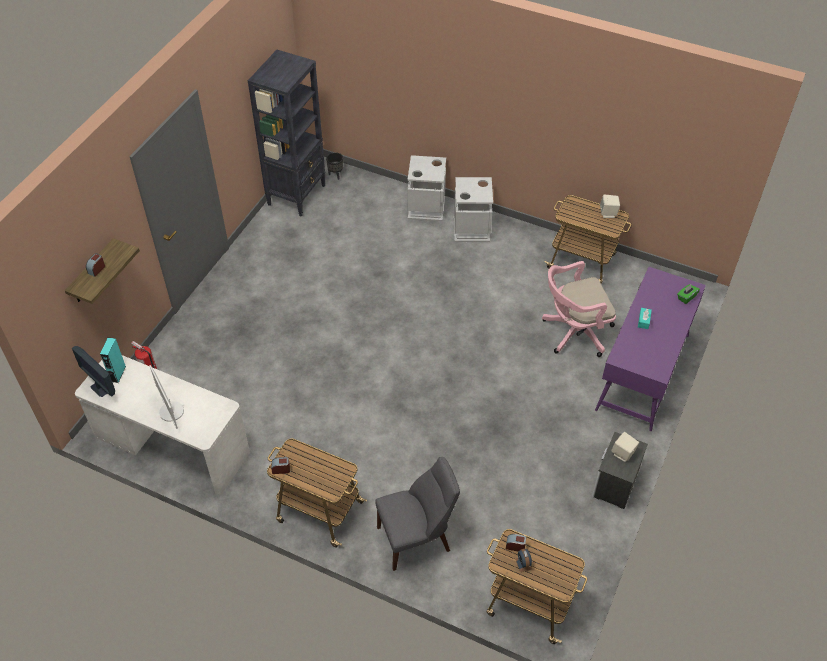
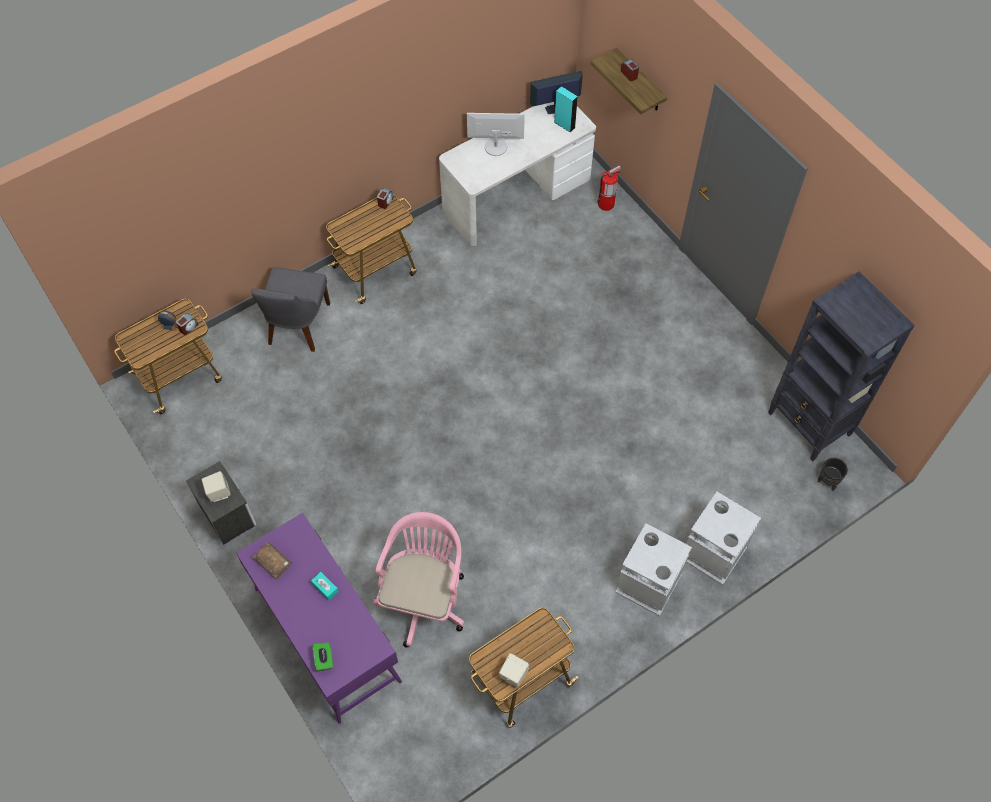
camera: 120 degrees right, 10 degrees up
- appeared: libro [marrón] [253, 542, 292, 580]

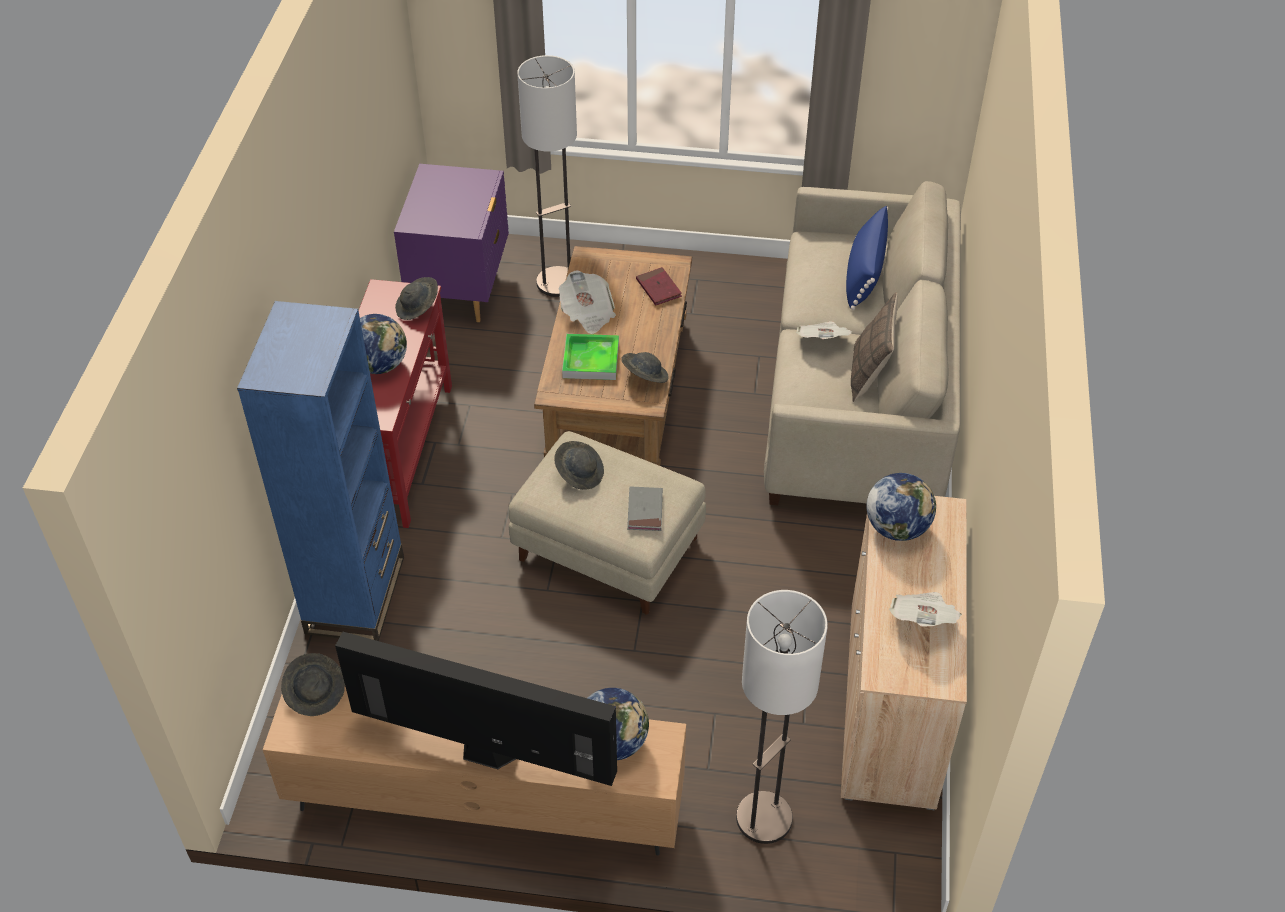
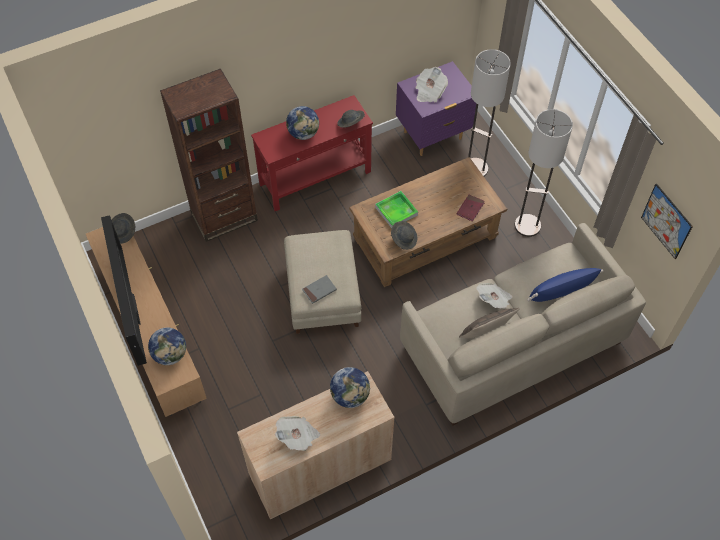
camera: 55 degrees right, 10 degrees up
- colour: estantería [azul] [237, 301, 404, 641] to estantería [marrón] [160, 69, 258, 242]
- missing: sombrero [gris] [554, 441, 604, 490]
- relocated: periódico [559, 270, 616, 334] to [416, 67, 448, 102]
- relocated: lámpara de pie [736, 590, 828, 844] to [515, 109, 573, 237]
- appeared: cuadro [641, 183, 693, 259]

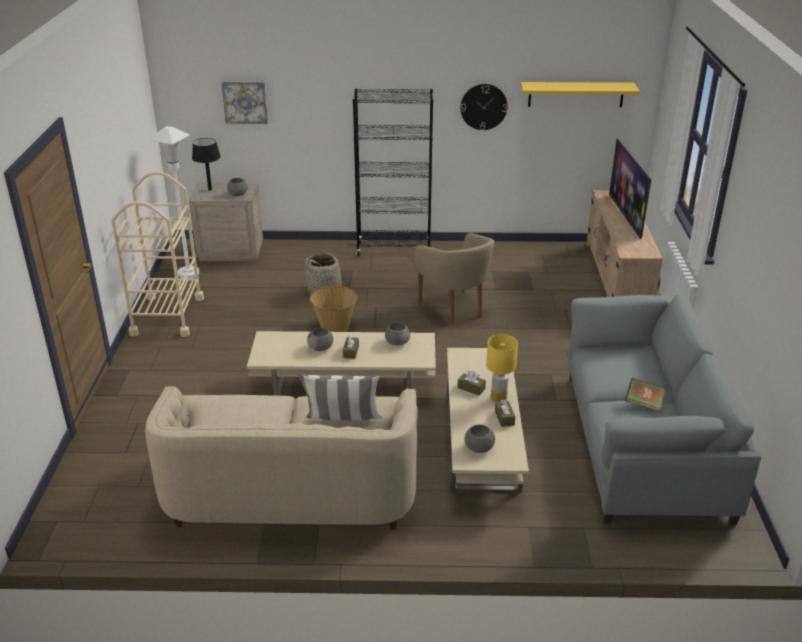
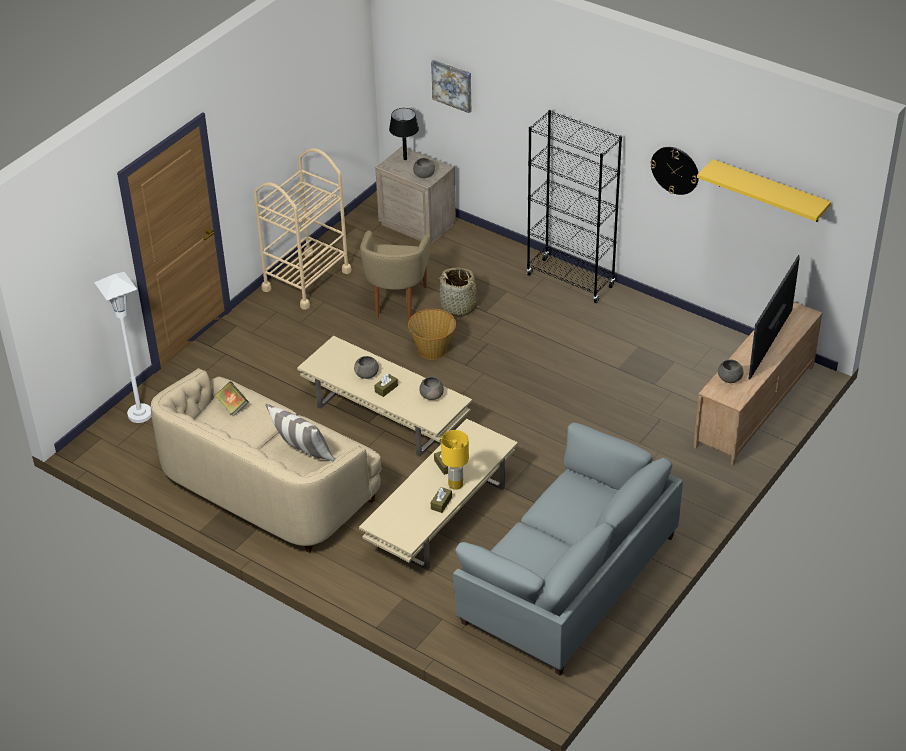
camera: 35 degrees right, 10 degrees up
- relocated: lámpara de pie [blanco] [149, 126, 199, 278] to [94, 272, 151, 423]
- relocated: sillón [beis] [414, 233, 494, 325] to [360, 230, 431, 319]
- relocated: cuenco [gris] [464, 424, 495, 453] to [718, 360, 744, 383]
- relocated: libro [625, 378, 666, 412] to [215, 381, 249, 417]

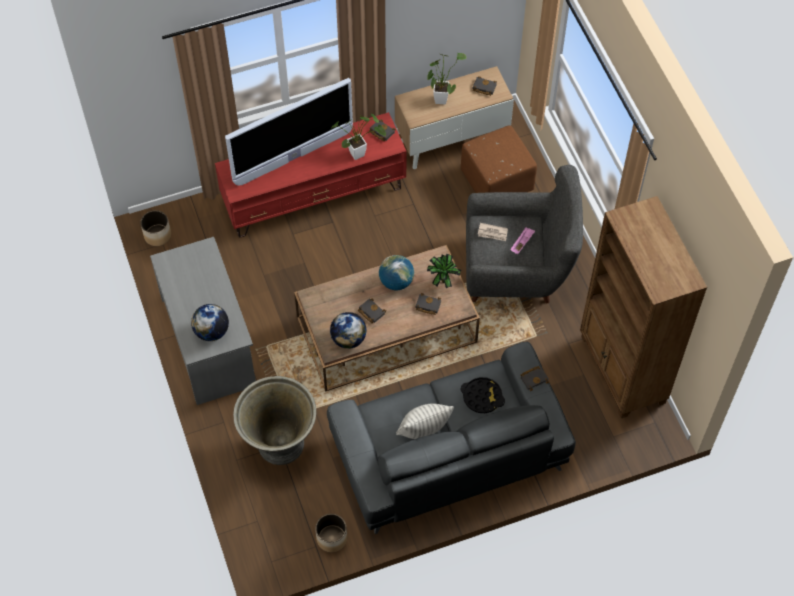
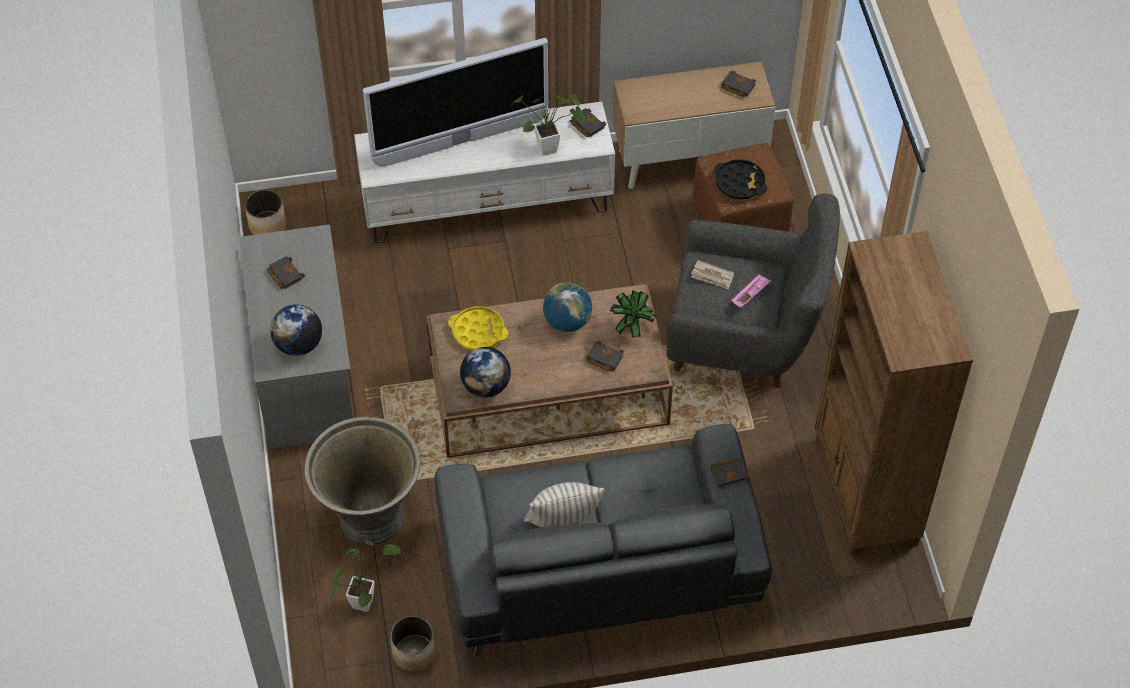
camera: 10 degrees right, 5 degrees down
- colour: mueble de televisión [rojo] [215, 112, 407, 238] to mueble de televisión [blanco] [354, 102, 615, 243]
- relocated: libro [negro] [358, 298, 386, 323] to [266, 256, 305, 289]
- relocated: planta en maceta [427, 53, 466, 104] to [332, 539, 401, 612]
- relocated: bandeja [negro] [461, 377, 505, 413] to [714, 159, 767, 200]
- appeared: bandeja [amarillo] [448, 306, 508, 350]

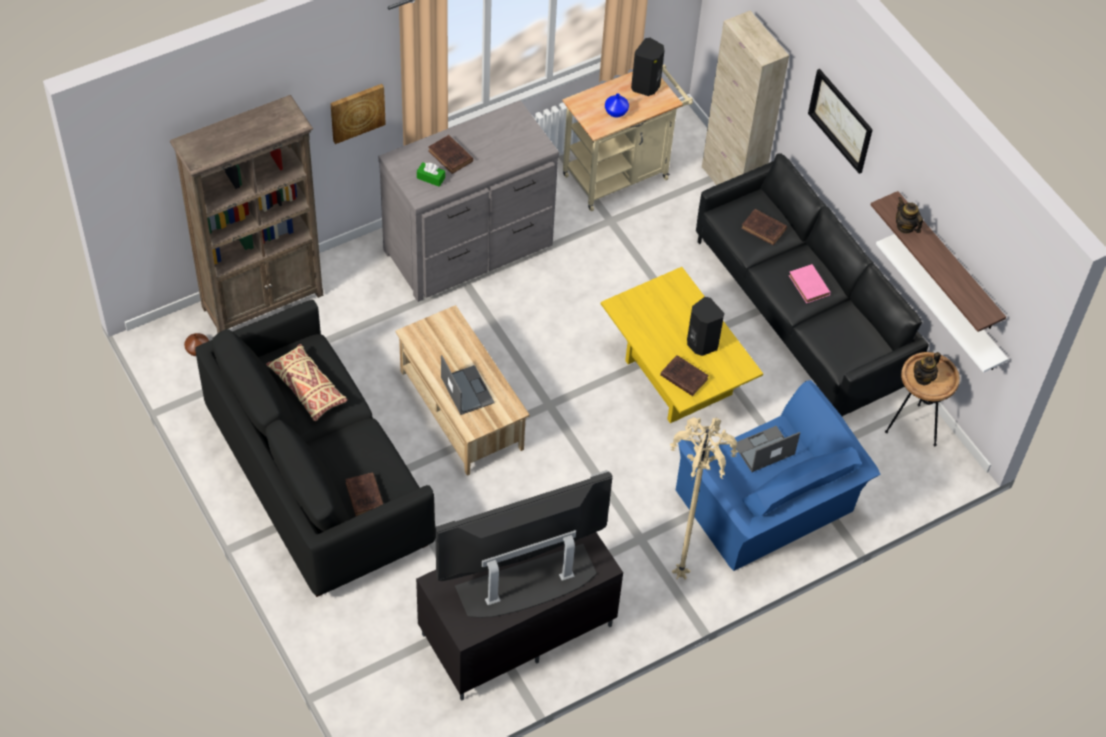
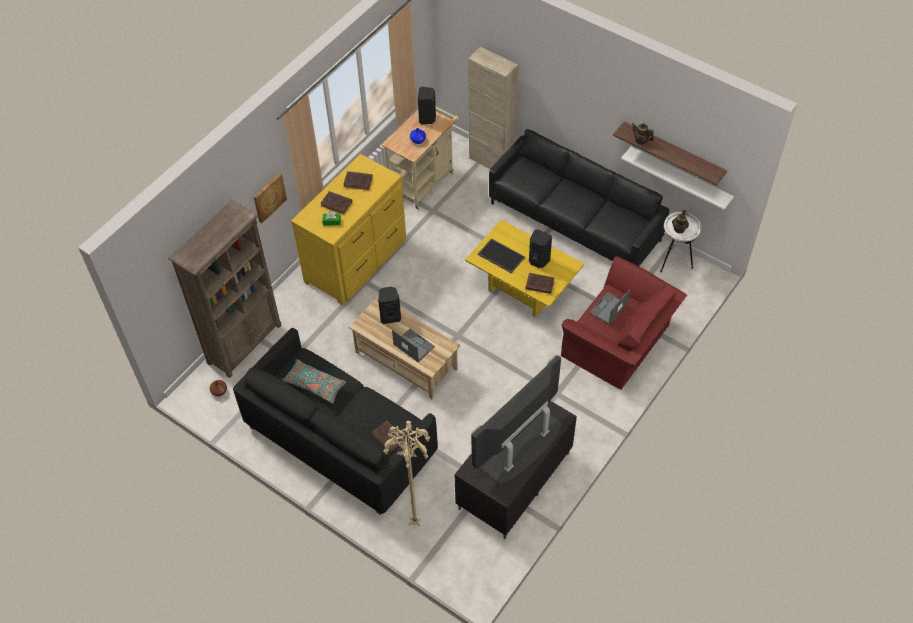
camera: 20 degrees left, 0 degrees up
- colour: cojín [beis] [266, 344, 347, 421] to cojín [turquesa] [282, 359, 346, 404]
- colour: cómoda [gris] [378, 100, 559, 302] to cómoda [amarillo] [291, 154, 406, 306]
- relocated: lámpara de pie [beis] [670, 417, 738, 580] to [384, 421, 430, 528]
- colour: sillón [azul] [676, 380, 881, 571] to sillón [rojo] [561, 256, 687, 389]
- relocated: libro [marrón] [741, 209, 787, 245] to [344, 171, 373, 190]
- missing: libro [rosa] [789, 264, 831, 303]
- missing: cuadro [808, 69, 873, 174]
- colour: mesa auxiliar [marrón] [885, 352, 960, 446] to mesa auxiliar [blanco] [660, 212, 702, 272]
- appeared: altavoz [negro] [378, 287, 401, 324]
- appeared: bandeja [478, 238, 525, 273]

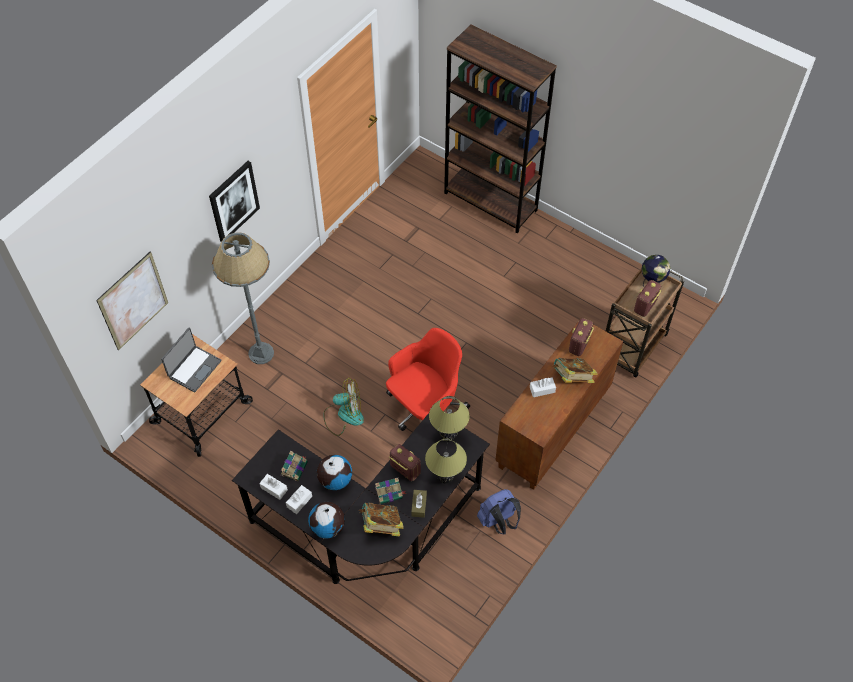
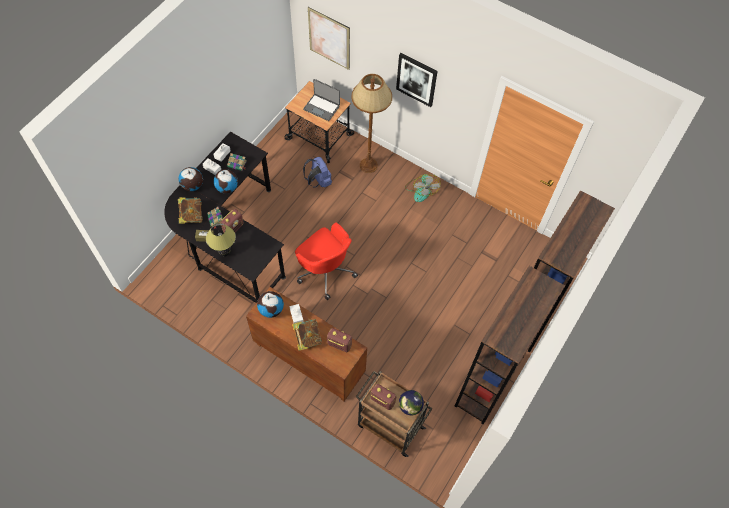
camera: 85 degrees right, 5 degrees up
- colour: lámpara de pie [gris] [212, 232, 274, 364] to lámpara de pie [marrón] [351, 74, 392, 173]
- relocated: ventilador [323, 378, 364, 436] to [405, 174, 441, 202]
- missing: lámpara de mesa [429, 396, 470, 442]
- relocated: mochila [azul] [477, 489, 521, 534] to [303, 157, 332, 188]
- appeared: globo terráqueo [257, 291, 284, 318]
- appeared: estantería [marrón] [455, 266, 565, 424]

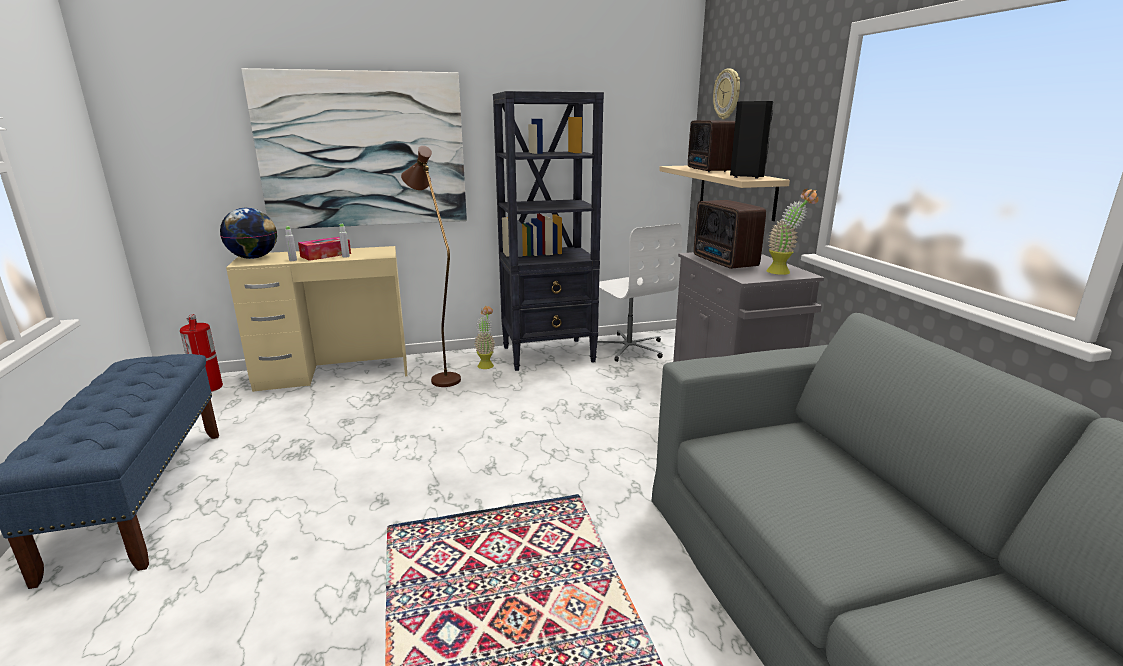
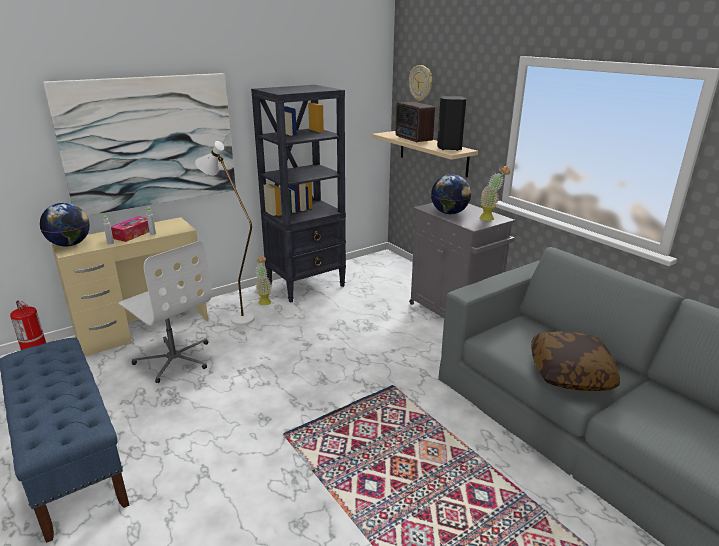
camera: 20 degrees left, 5 degrees up
- colour: lámpara de pie [marrón] [401, 146, 461, 387] to lámpara de pie [blanco] [195, 141, 254, 326]
- relocated: silla de oficina [blanco] [597, 223, 682, 362] to [118, 241, 212, 383]
- exchanged: radio [694, 200, 766, 269] to globo terráqueo [431, 174, 471, 214]
- appeared: cojín [531, 331, 621, 391]

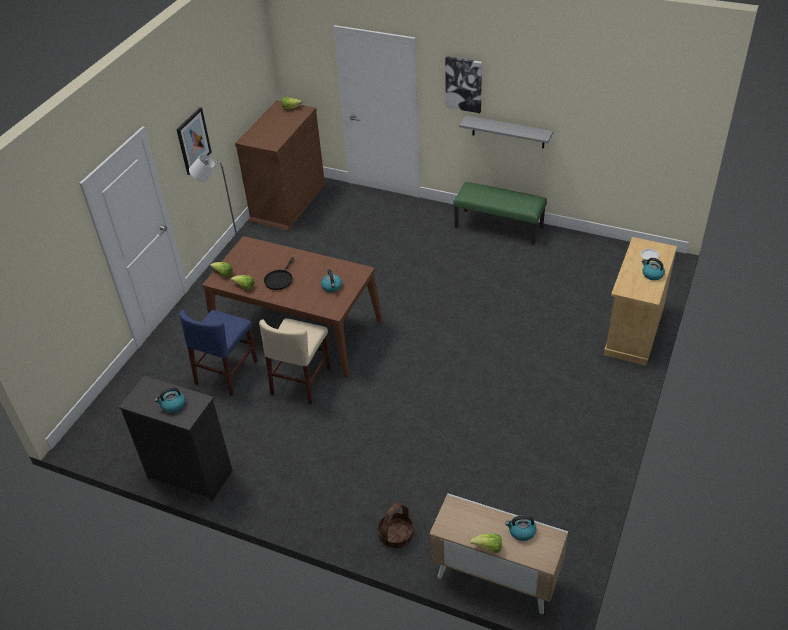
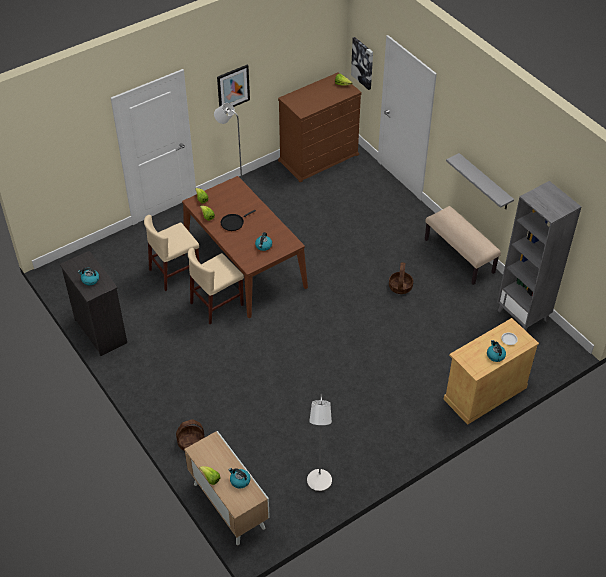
camera: 30 degrees right, 5 degrees up
- colour: silla [azul] [179, 310, 257, 396] to silla [beis] [144, 215, 199, 291]
- relocated: cuadro [445, 56, 482, 113] to [351, 37, 373, 90]
- colour: banco [verde] [453, 182, 547, 245] to banco [beis] [425, 206, 501, 285]
- appeared: lámpara de pie [gris] [307, 394, 332, 492]
- appeared: cesta [389, 262, 413, 294]
- appeared: estantería [gris] [497, 181, 581, 332]

